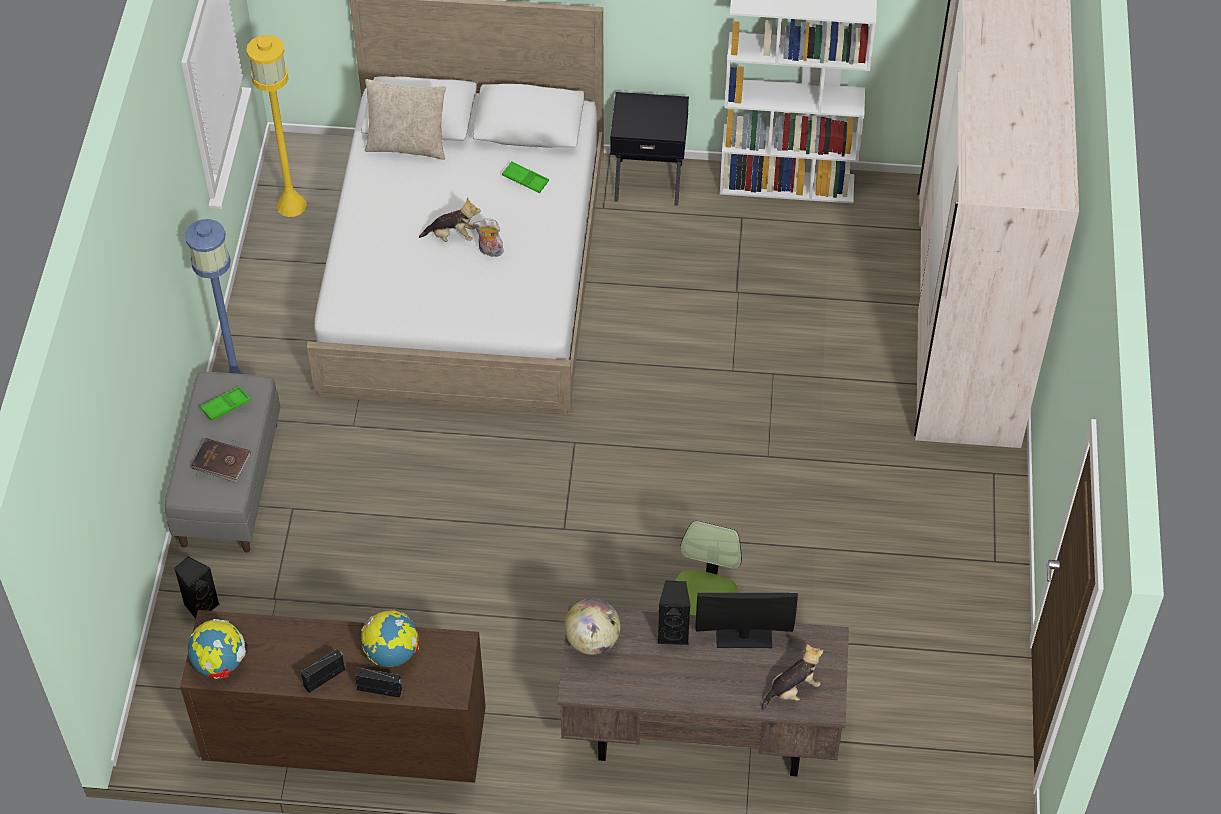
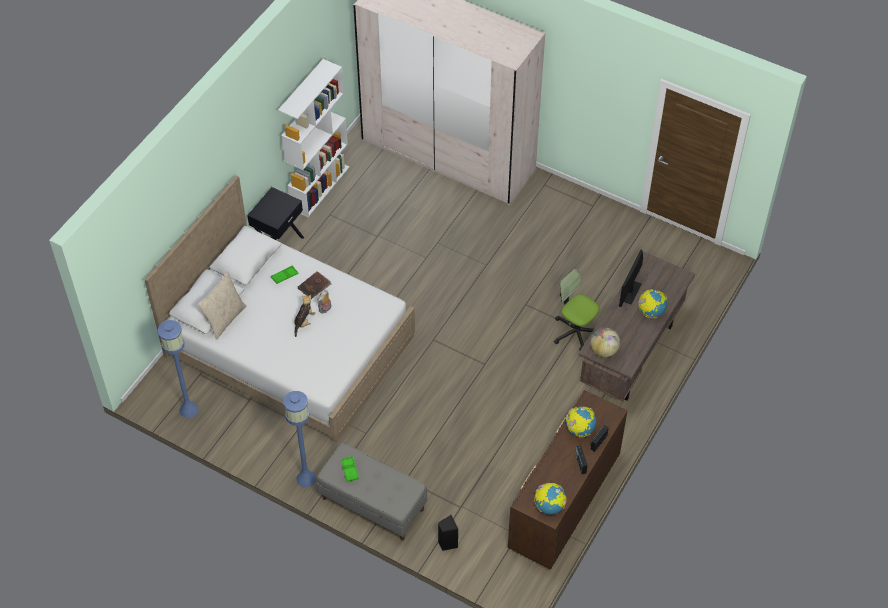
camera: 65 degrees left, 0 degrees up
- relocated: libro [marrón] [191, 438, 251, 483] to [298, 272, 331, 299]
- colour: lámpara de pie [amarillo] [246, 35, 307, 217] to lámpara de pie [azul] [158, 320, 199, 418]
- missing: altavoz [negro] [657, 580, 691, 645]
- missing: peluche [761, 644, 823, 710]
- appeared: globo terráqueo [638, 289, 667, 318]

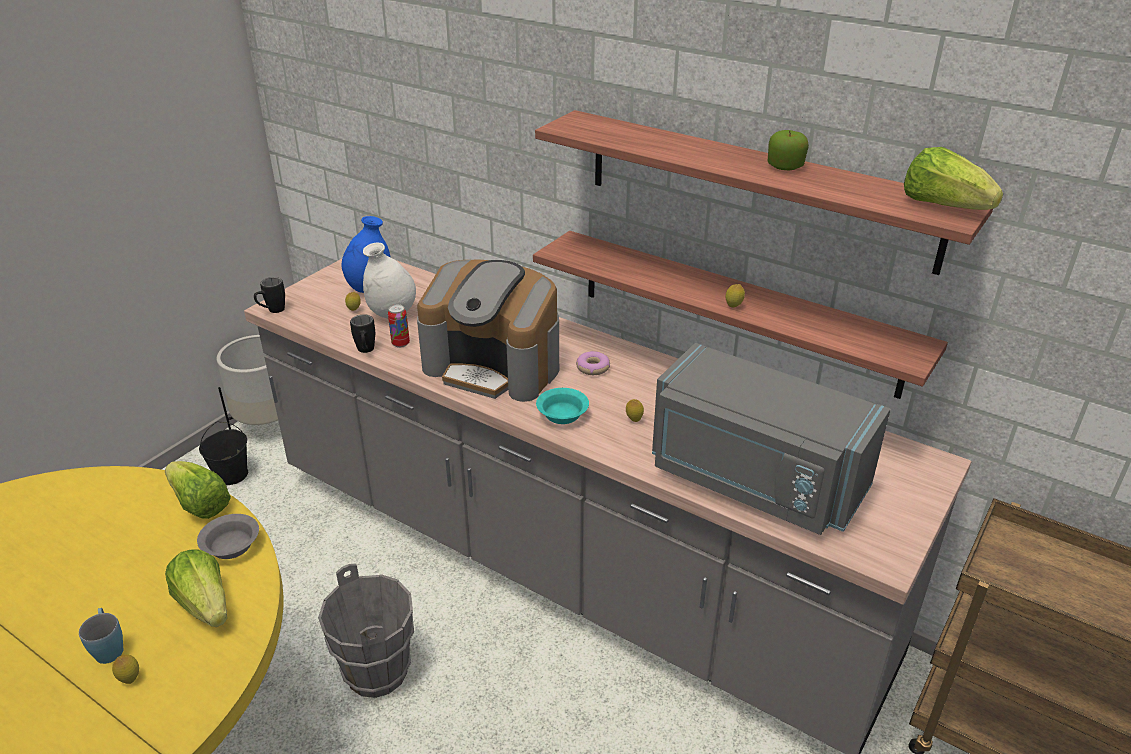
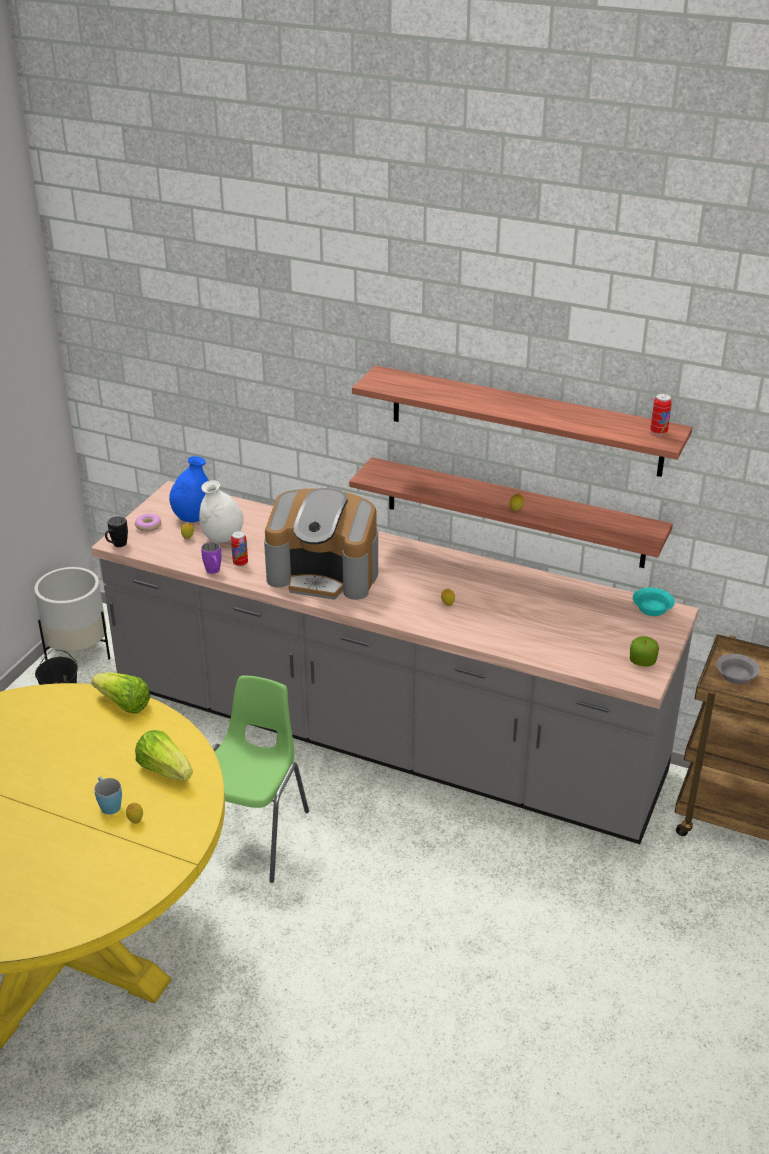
camera: 10 degrees left, 0 degrees up
- relocated: cuenco [gris] [197, 514, 259, 559] to [716, 654, 760, 684]
- exchanged: cubo [gris] [318, 564, 414, 698] to silla [verde] [212, 675, 309, 883]
- colour: taza grande [negro] [350, 314, 375, 353] to taza grande [morado] [201, 542, 222, 574]
- relocated: cuenco [turquesa] [536, 388, 589, 424] to [633, 588, 675, 616]
- relocated: rosquilla [576, 351, 610, 375] to [135, 514, 161, 532]
- missing: microondas [gris] [652, 343, 891, 535]
- relocated: manzana [768, 130, 809, 170] to [630, 636, 659, 667]
- exchanged: lechuga [904, 147, 1003, 210] to lata [650, 393, 672, 435]

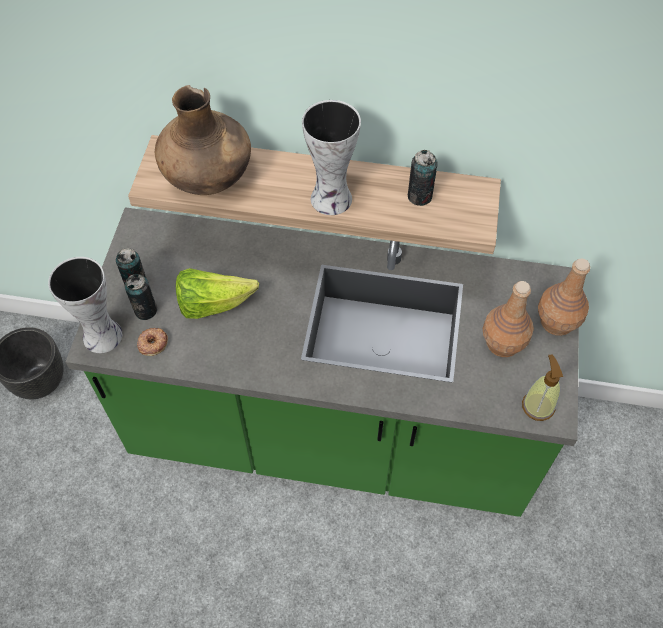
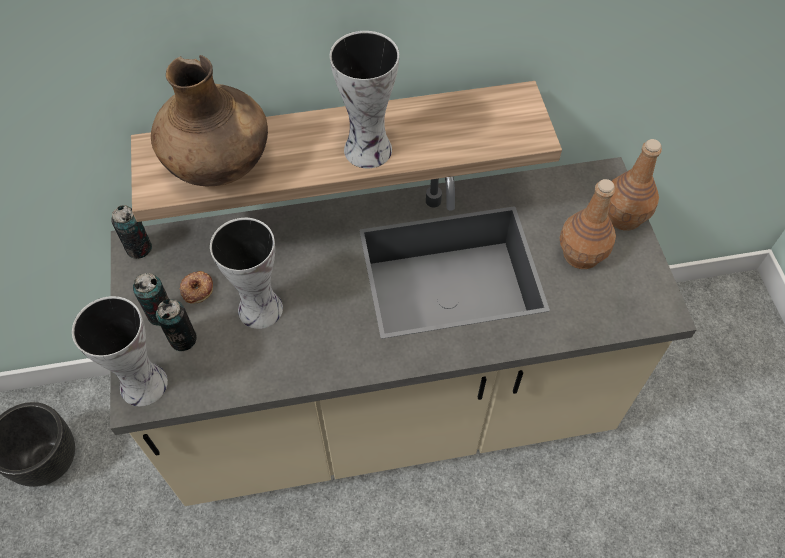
camera: 20 degrees left, 0 degrees up
- colour: mueble bajo de cocina [verde] [66, 207, 579, 517] to mueble bajo de cocina [beis] [110, 157, 697, 506]
- relocated: rosquilla [137, 328, 168, 356] to [179, 271, 213, 304]
- exchanged: lechuga [176, 268, 259, 319] to florero [210, 218, 283, 329]
- relocated: lata [408, 150, 438, 206] to [112, 205, 152, 259]
- missing: dispensador de jabón [522, 355, 563, 421]

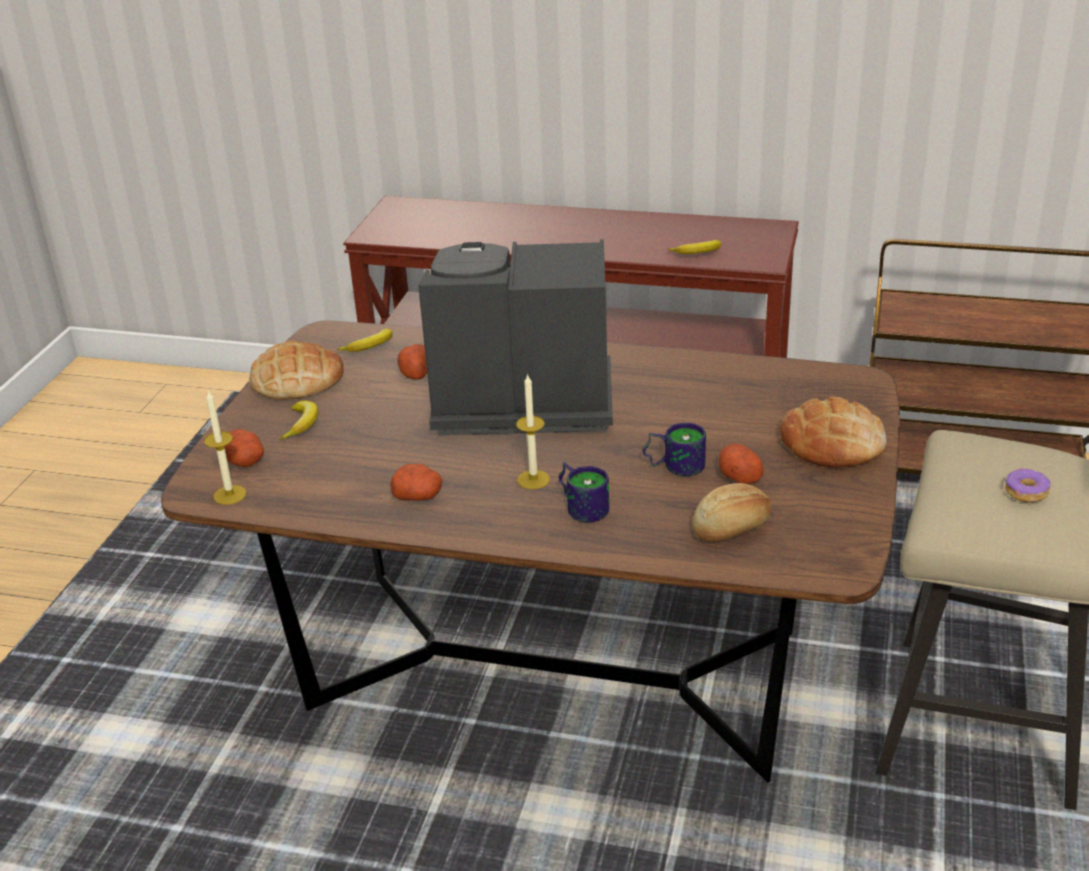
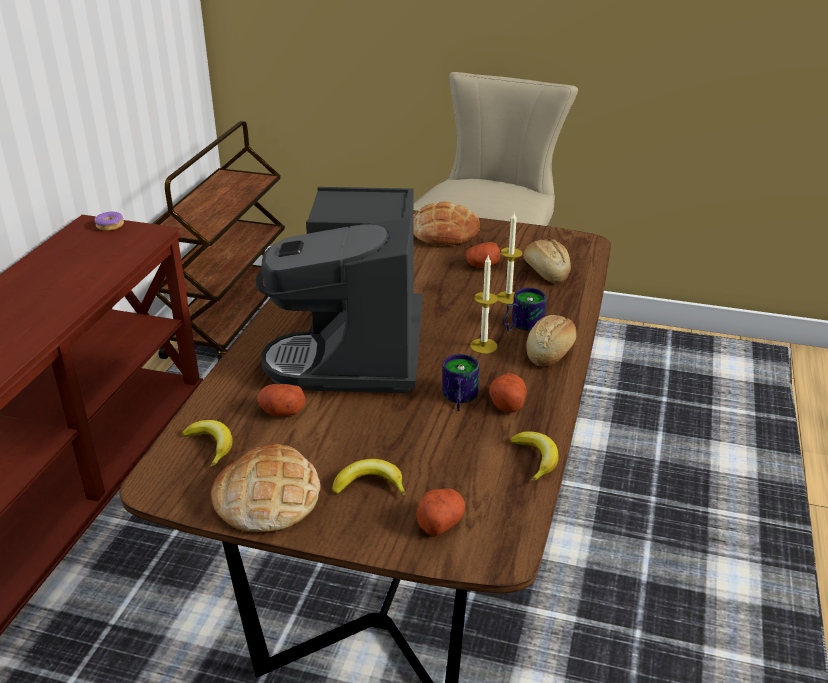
camera: 90 degrees left, 0 degrees up
- relocated: vela [204, 390, 247, 505] to [497, 213, 523, 304]
- relocated: taza grande [643, 423, 706, 476] to [442, 354, 479, 411]
- relocated: plátano [668, 240, 721, 254] to [510, 431, 559, 482]
- relocated: rosquilla [1005, 468, 1050, 503] to [94, 211, 124, 231]
- appeared: pan [526, 315, 577, 366]

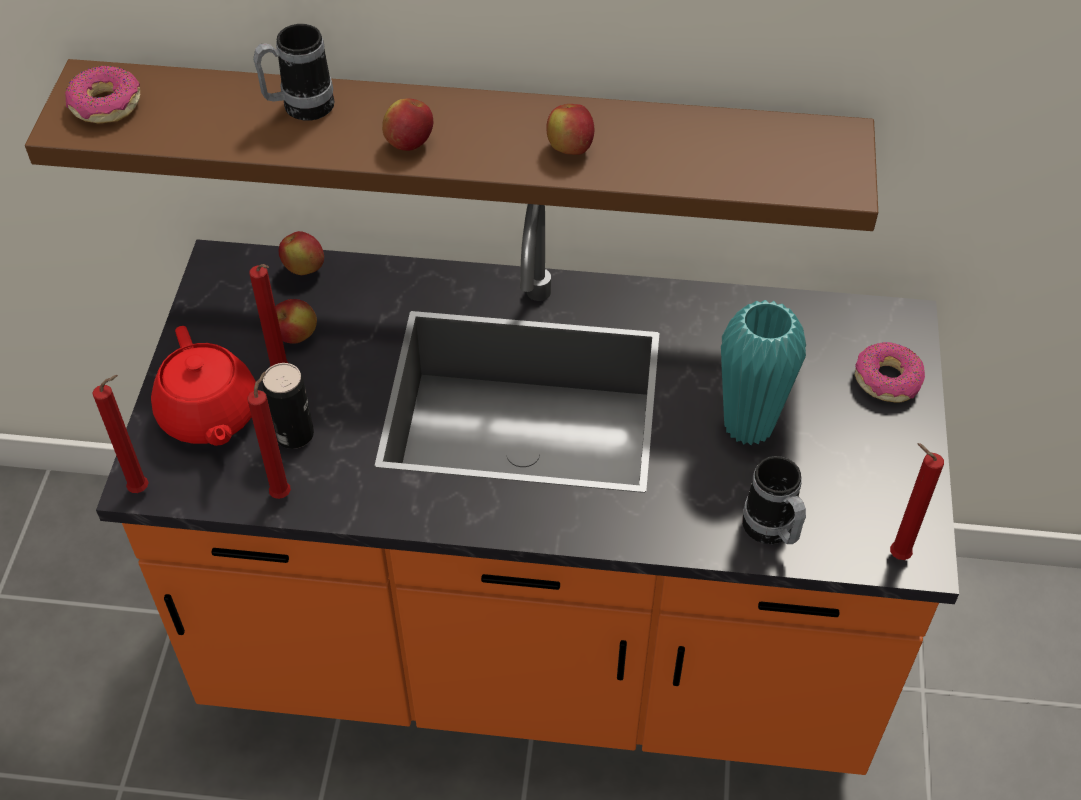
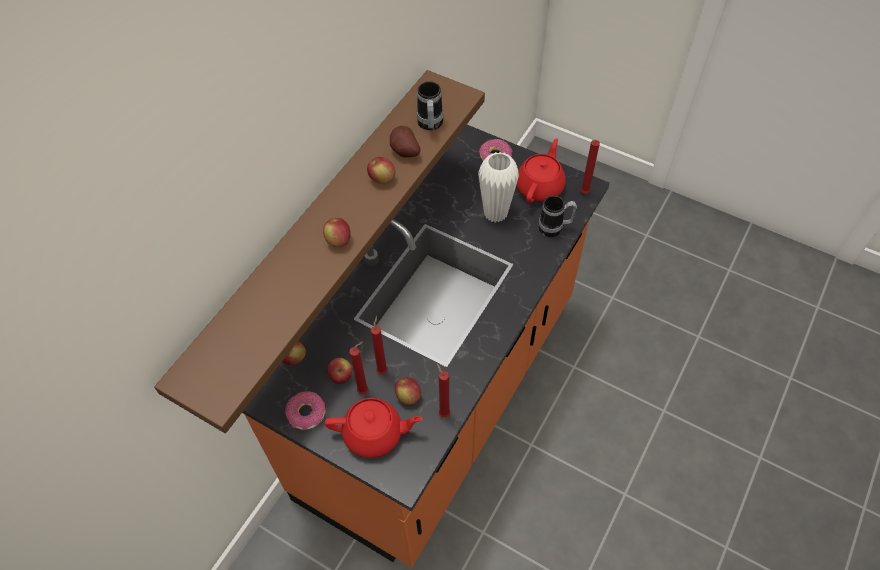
camera: 65 degrees left, 5 degrees up
- relocated: rosquilla [65, 66, 140, 124] to [285, 391, 326, 430]
- relocated: vela [rojo] [92, 375, 149, 493] to [371, 316, 388, 374]
- relocated: taza grande [253, 24, 335, 121] to [417, 81, 443, 130]
- exchanged: lata [262, 363, 314, 449] to manzana [395, 377, 421, 405]
- colour: florero [turquesa] [721, 300, 806, 445] to florero [blanco] [478, 152, 519, 222]
- appeared: patata [390, 126, 420, 158]
- appeared: tetera [rojo] [517, 138, 566, 203]

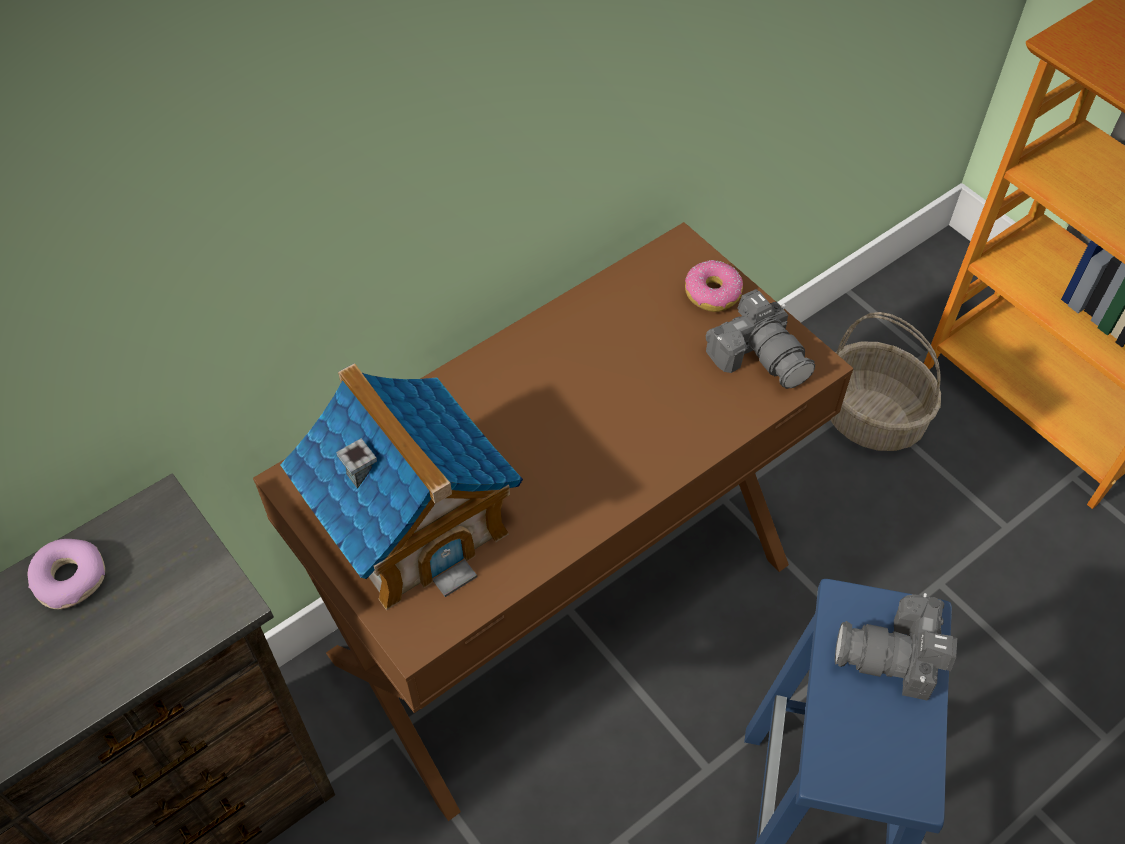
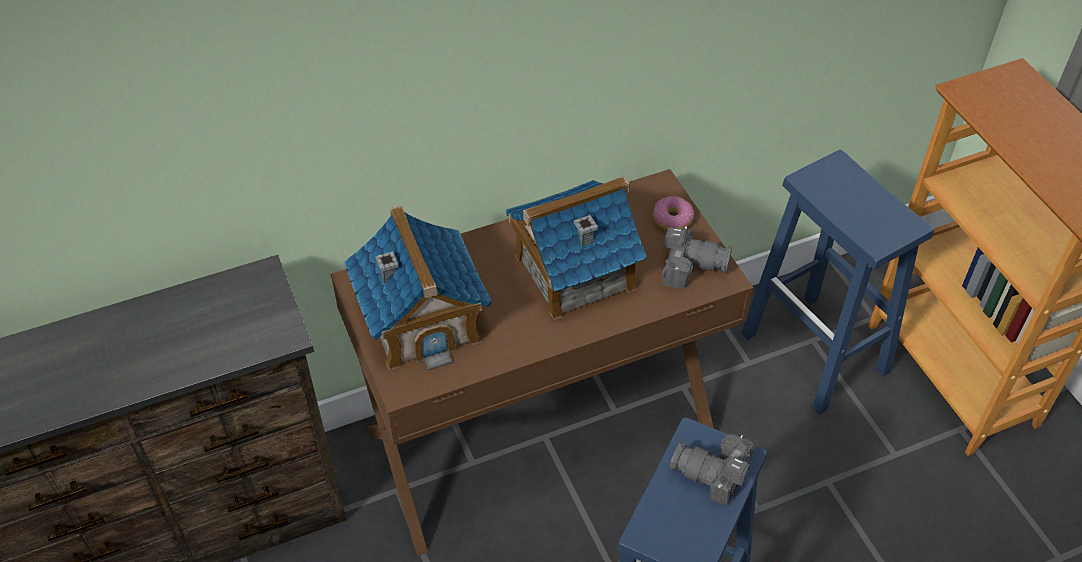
camera: 15 degrees right, 5 degrees down
- missing: rosquilla [28, 539, 105, 609]
- spun: cámara [705, 289, 815, 389] = [662, 226, 732, 288] 60 degrees counterclockwise
- exchanged: cesta [830, 312, 941, 451] to taburete [azul] [741, 150, 934, 415]
- appeared: casita [506, 176, 647, 320]

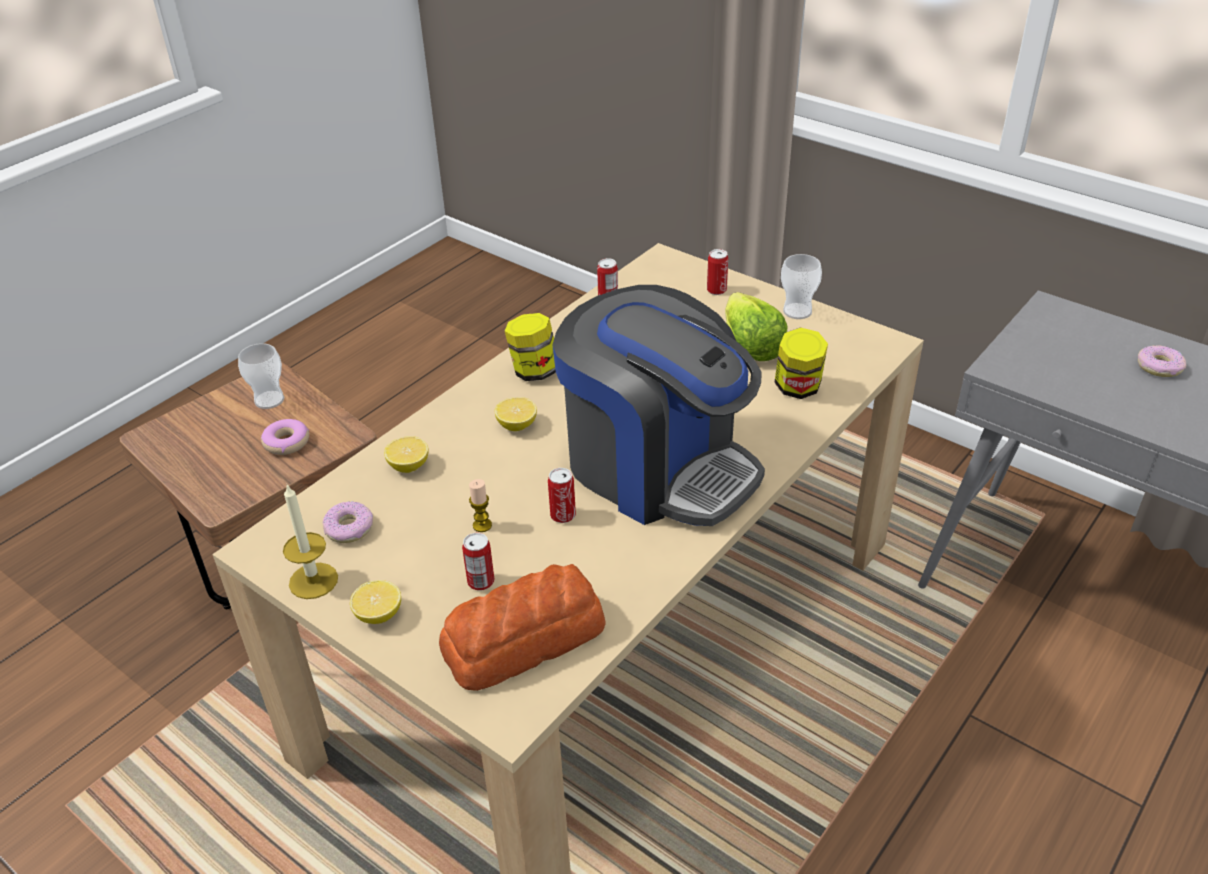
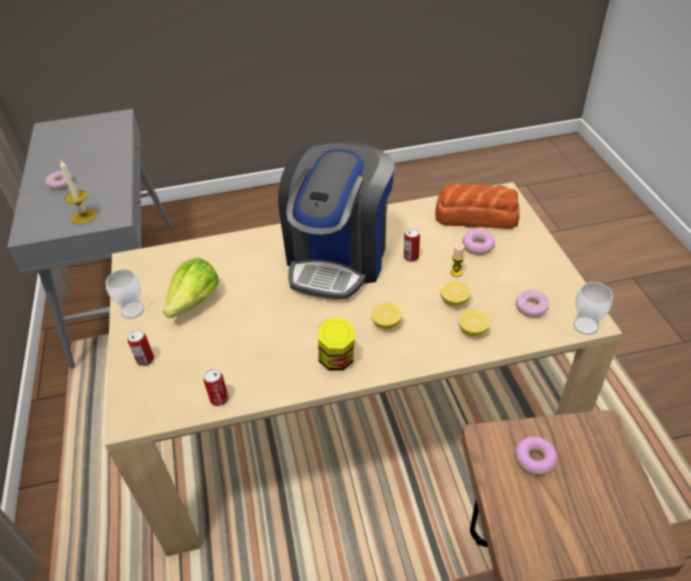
camera: 140 degrees left, 5 degrees up
- relocated: taza [238, 343, 284, 409] to [573, 282, 613, 335]
- relocated: vela [283, 484, 338, 599] to [60, 159, 97, 225]
- relocated: limón [350, 580, 401, 624] to [440, 281, 471, 306]
- exchanged: lata [462, 533, 494, 590] to rosquilla [462, 230, 495, 255]
- spun: cafetera [552, 285, 765, 526] = [278, 141, 394, 300] 150 degrees counterclockwise
- missing: tarro [774, 327, 828, 399]

